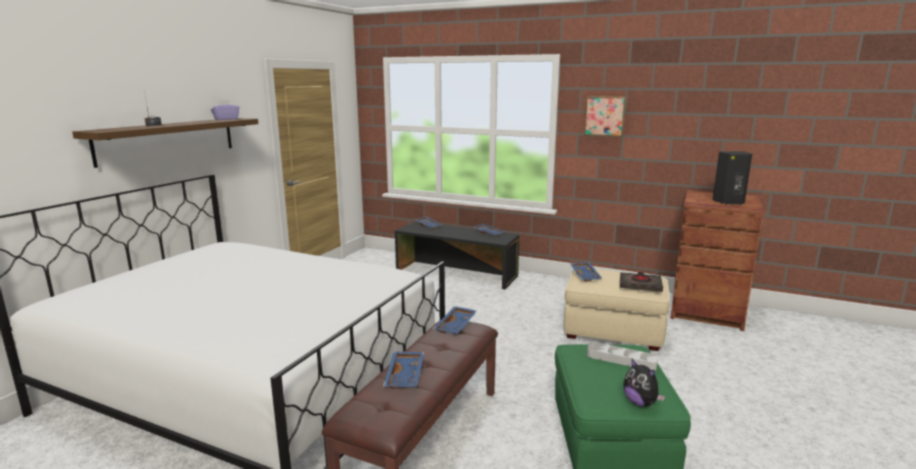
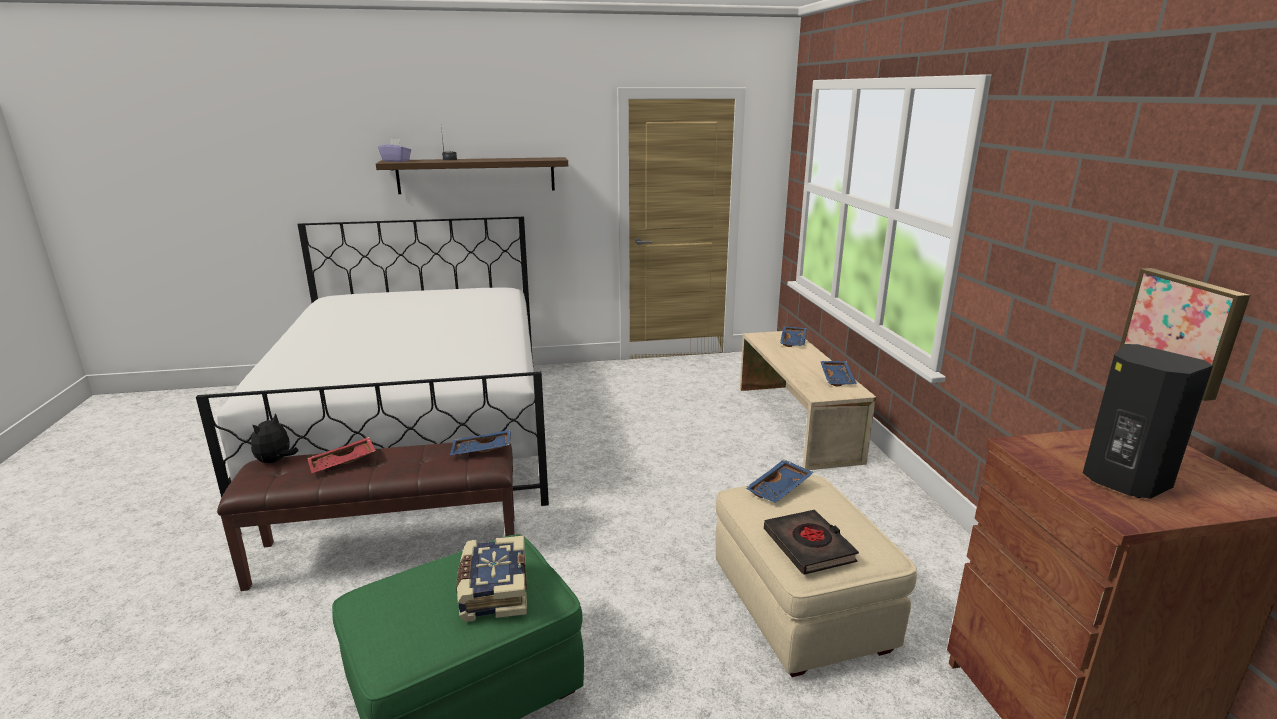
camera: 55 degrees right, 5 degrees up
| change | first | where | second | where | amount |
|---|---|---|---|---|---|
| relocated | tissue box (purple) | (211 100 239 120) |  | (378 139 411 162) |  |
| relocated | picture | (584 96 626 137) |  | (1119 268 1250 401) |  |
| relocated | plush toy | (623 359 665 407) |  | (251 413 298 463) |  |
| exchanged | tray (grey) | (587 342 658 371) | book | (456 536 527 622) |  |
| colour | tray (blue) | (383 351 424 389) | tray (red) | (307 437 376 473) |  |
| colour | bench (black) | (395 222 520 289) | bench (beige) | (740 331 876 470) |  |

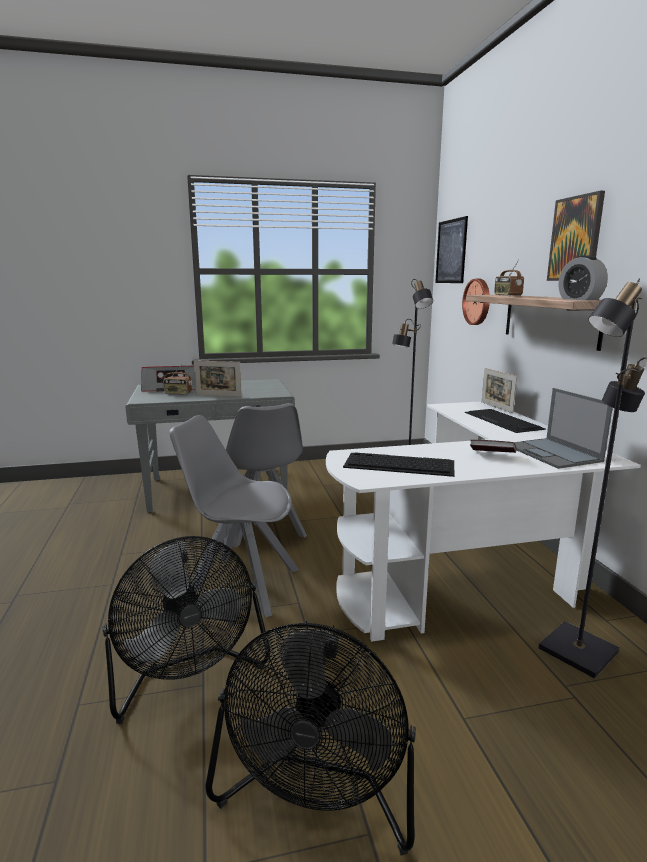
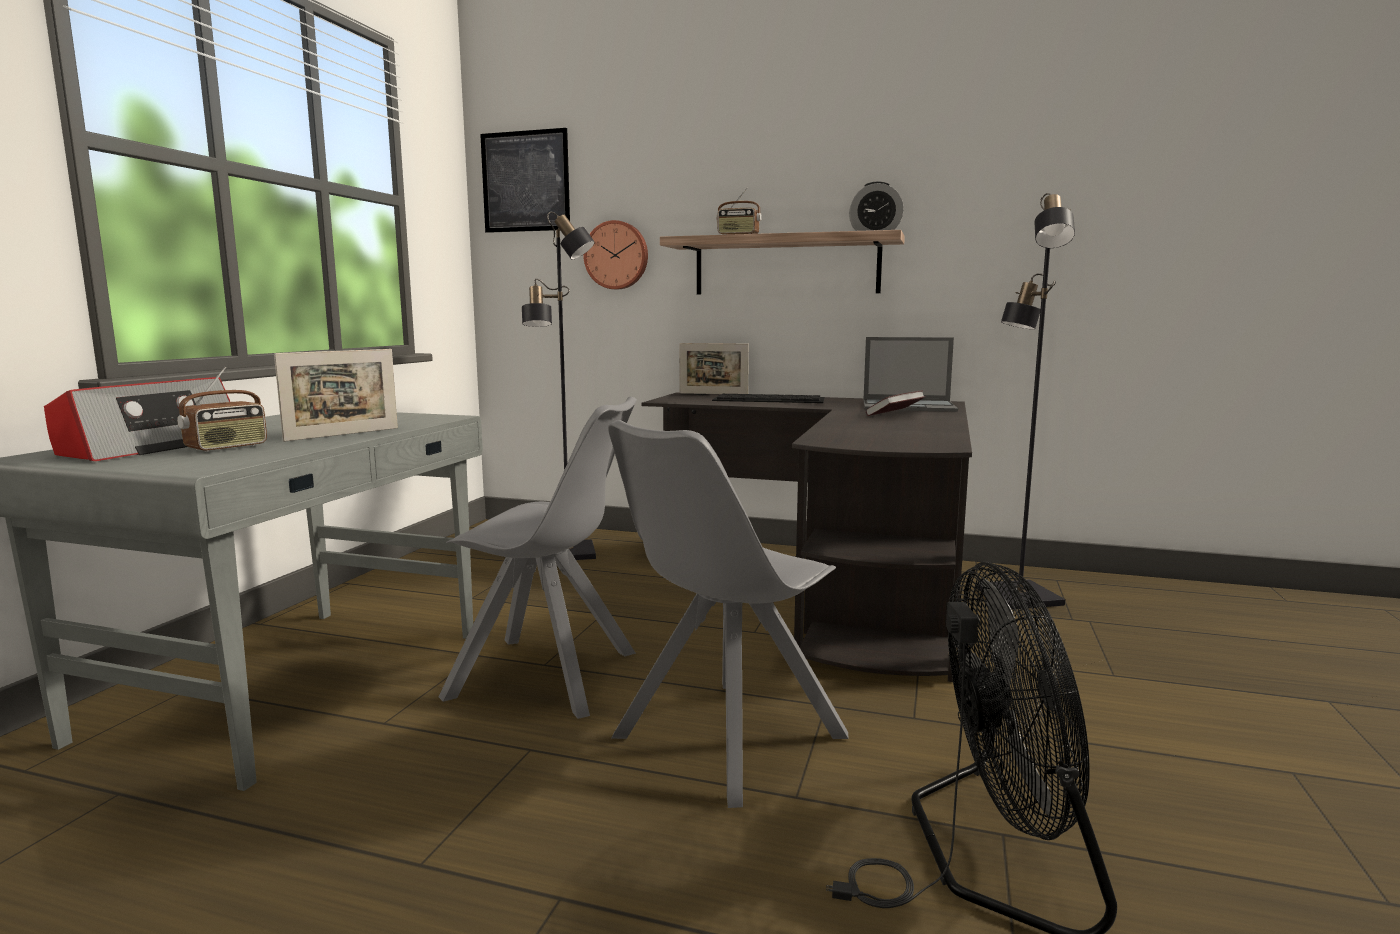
camera: 60 degrees left, 5 degrees down
| change | first | where | second | where | amount |
|---|---|---|---|---|---|
| missing | fan (black) | (205 621 416 856) |  |  |  |
| missing | keyboard | (343 452 454 477) |  |  |  |
| missing | picture | (547 191 605 281) |  |  |  |
| colour | desk (white) | (326 401 641 642) | desk (black) | (642 393 972 682) |  |

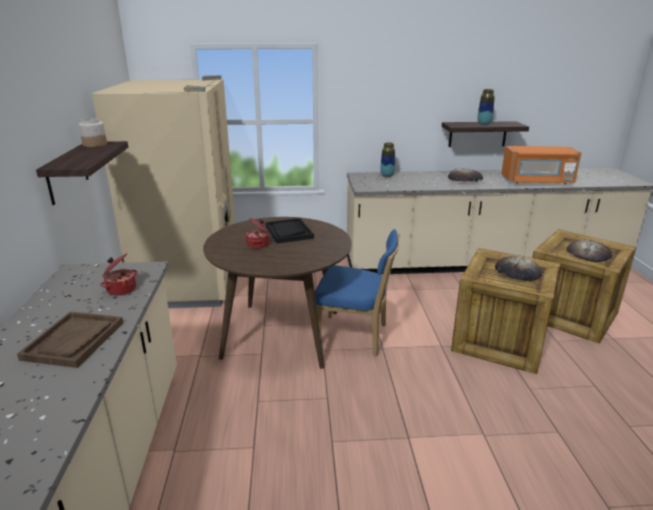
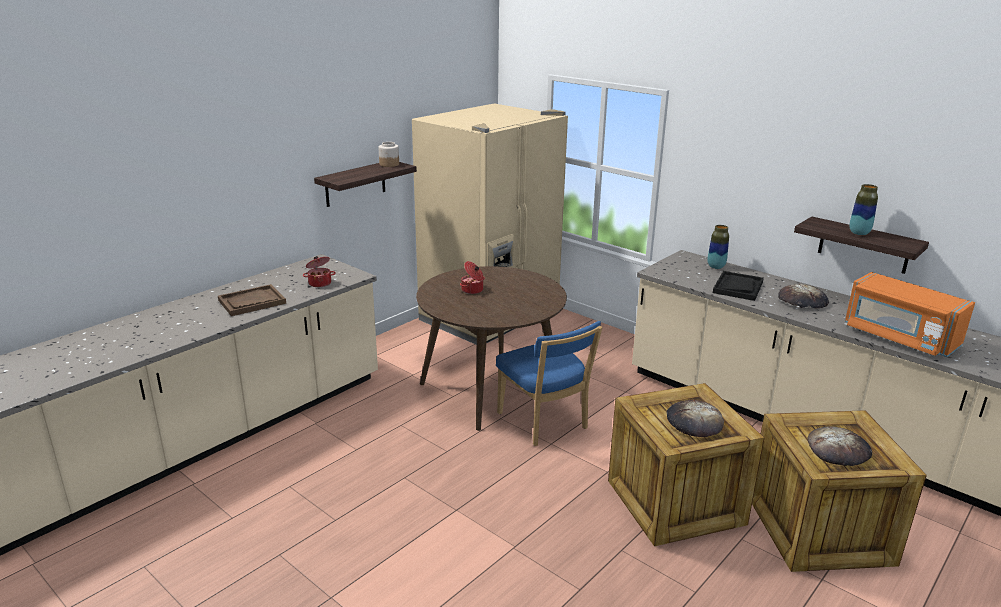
camera: 45 degrees right, 0 degrees up
| change | first | where | second | where | amount |
|---|---|---|---|---|---|
| relocated | tray (black) | (265 218 314 243) |  | (713 271 764 301) |  |

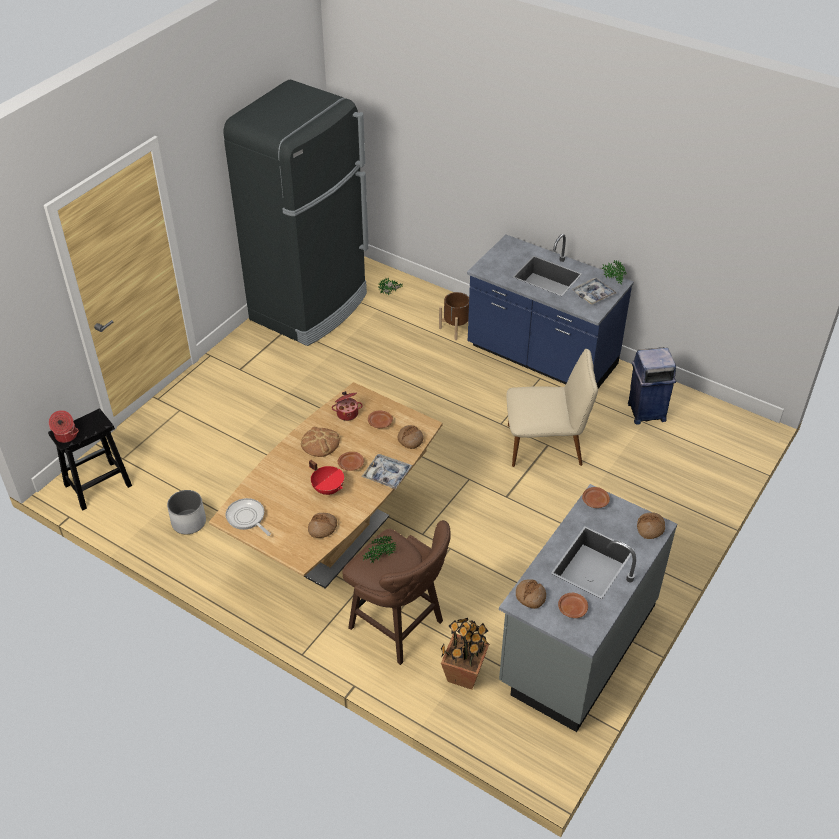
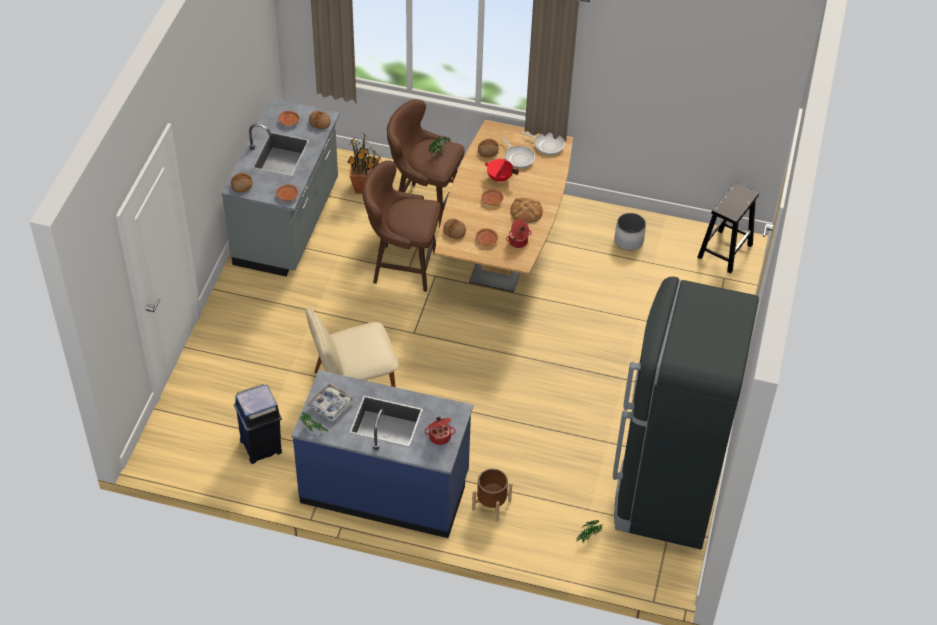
camera: 160 degrees right, 5 degrees up
| change | first | where | second | where | amount |
|---|---|---|---|---|---|
| missing | tray | (361 454 412 490) |  |  |  |
| appeared |  |  | stool (brown) | (363 161 441 292) |  |
| appeared |  |  | frying pan | (501 137 535 169) |  |
| relocated | cooking pot | (49 410 79 443) |  | (425 417 456 445) |  |

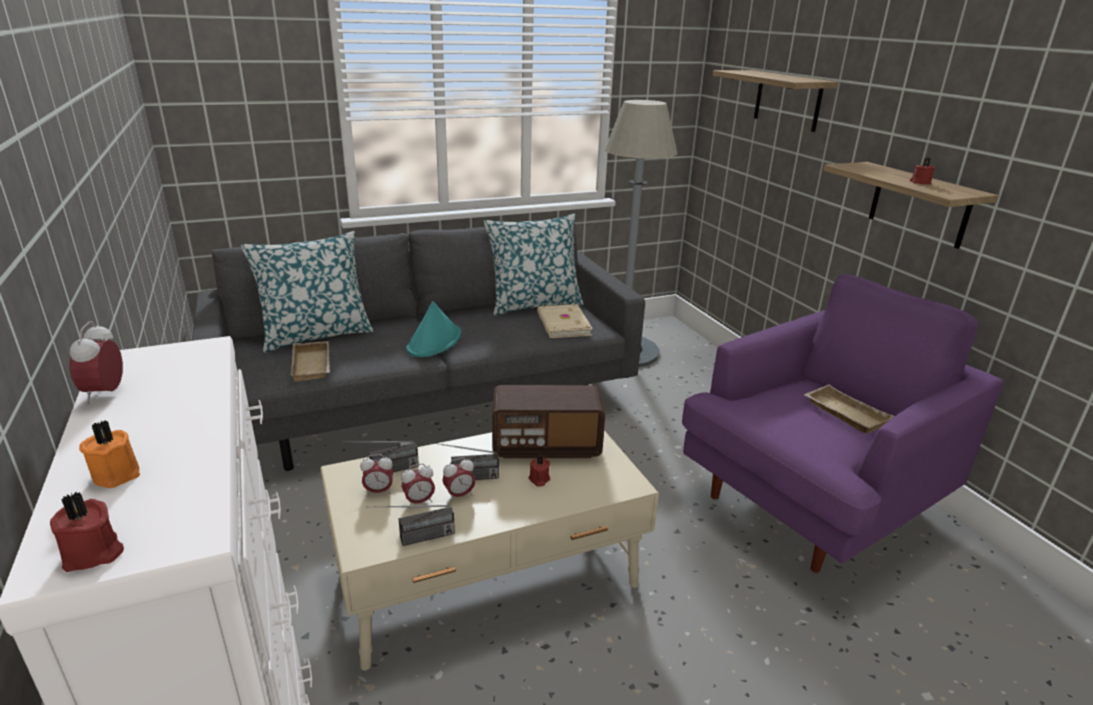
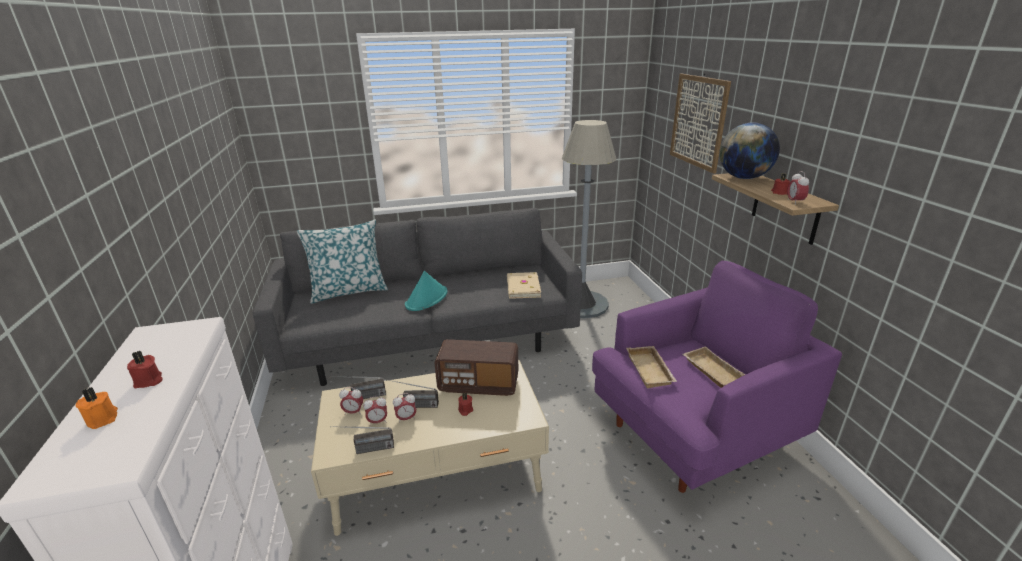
camera: 10 degrees right, 0 degrees up
| change | first | where | second | where | amount |
|---|---|---|---|---|---|
| missing | pillow | (484 214 584 316) |  |  |  |
| appeared |  |  | globe | (719 122 780 179) |  |
| relocated | candle (red) | (50 492 124 572) |  | (127 351 163 388) |  |
| relocated | alarm clock | (69 321 123 404) |  | (787 171 809 205) |  |
| relocated | tray (beige) | (291 341 330 382) |  | (626 346 677 389) |  |
| exchanged | shelf | (713 70 839 132) | picture | (670 74 731 174) |  |

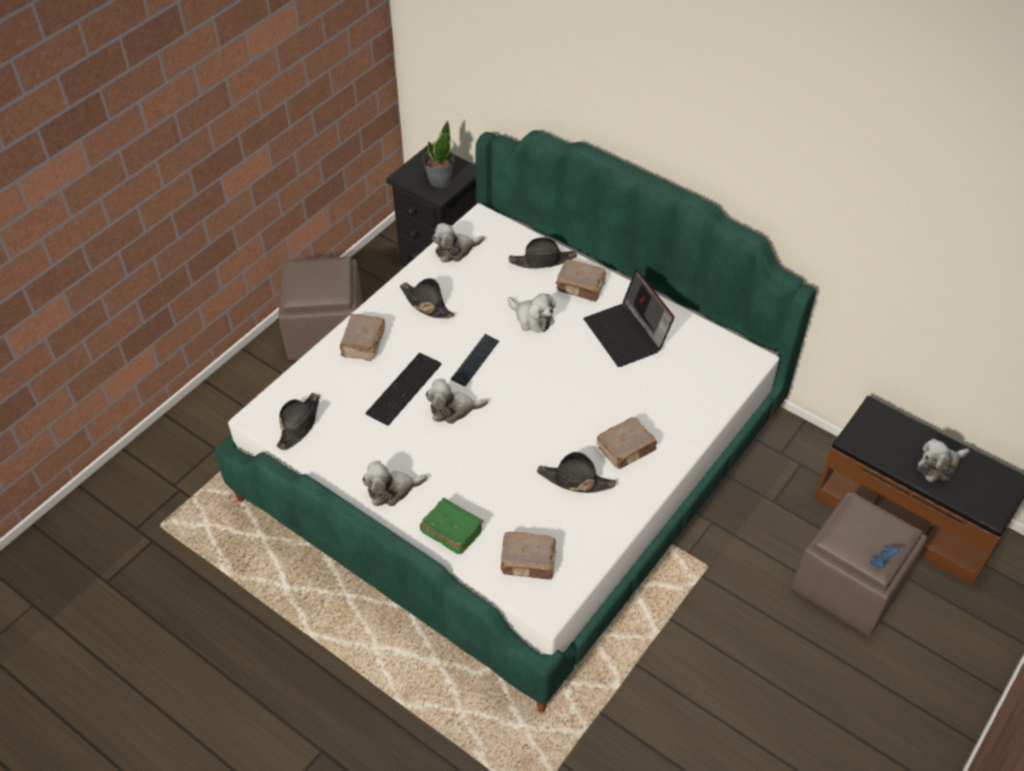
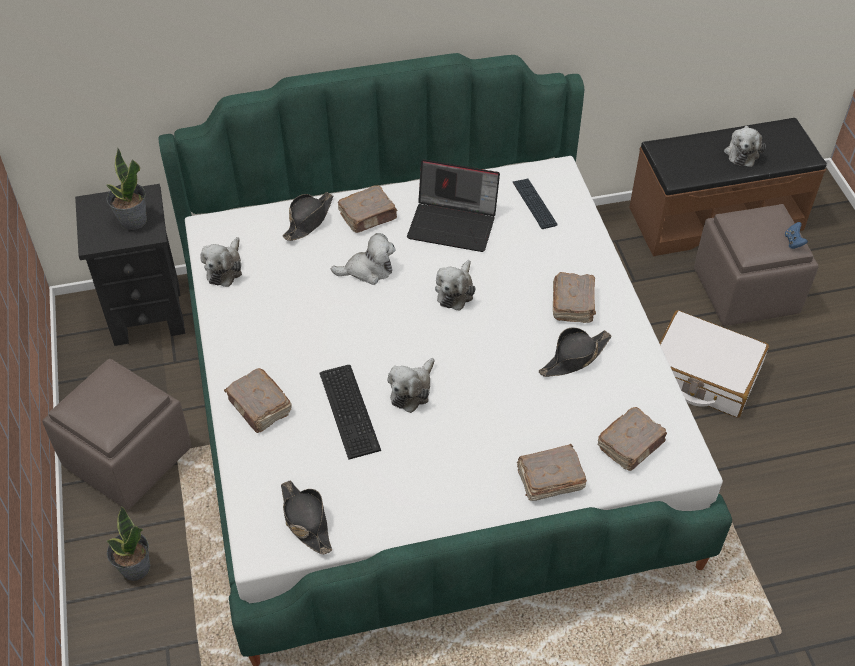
camera: 50 degrees left, 0 degrees up
| change | first | where | second | where | amount |
|---|---|---|---|---|---|
| missing | hat (black) | (400 278 455 318) |  |  |  |
| appeared |  |  | potted plant | (106 506 150 581) |  |
| appeared |  |  | suitcase (white) | (659 310 769 418) |  |
| relocated | plush toy | (362 461 428 506) |  | (435 260 475 311) |  |
| relocated | keyboard | (451 334 499 386) |  | (512 178 558 229) |  |
| colour | book (green) | (420 498 484 554) | book (brown) | (517 444 587 501) |  |

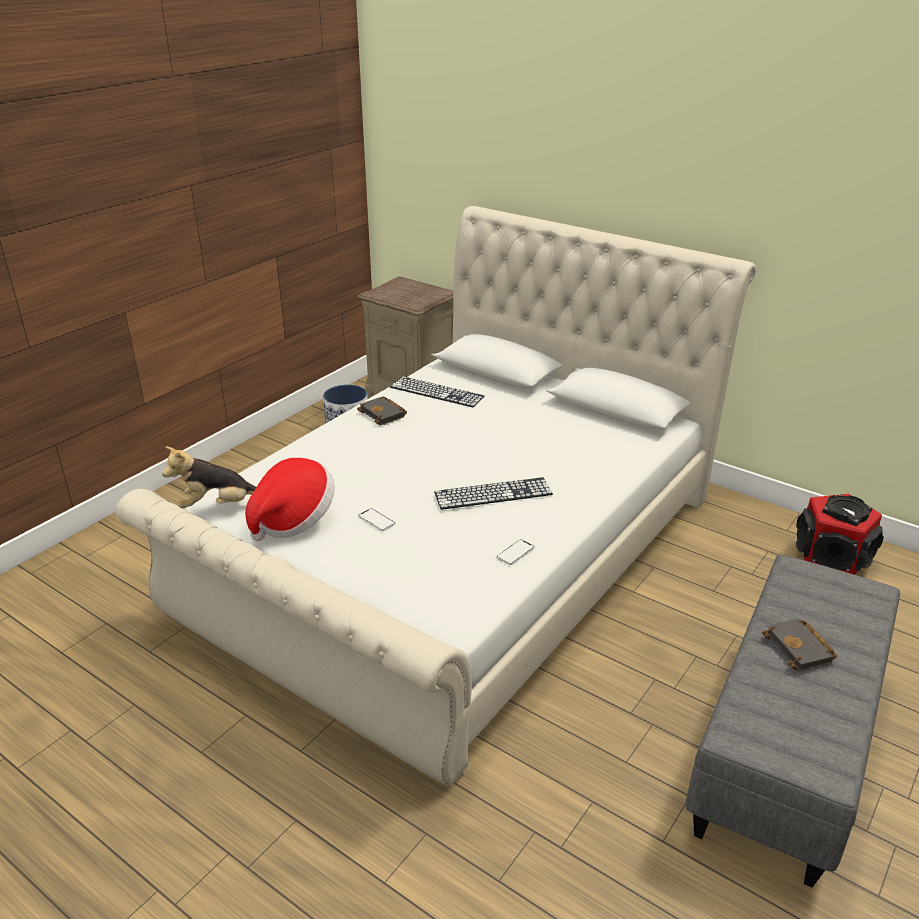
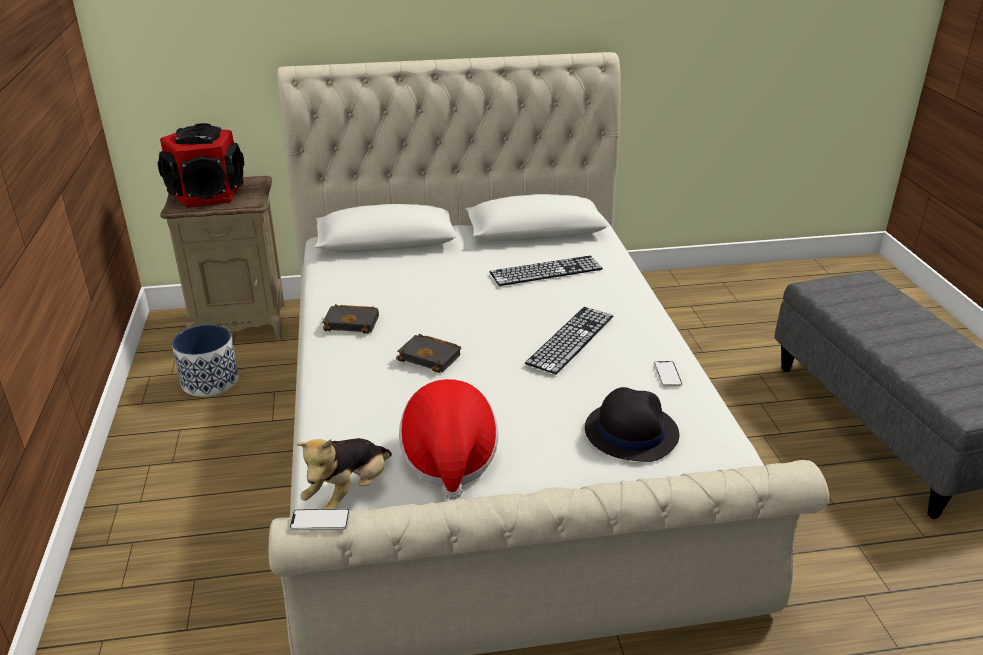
camera: 45 degrees left, 0 degrees up
| change | first | where | second | where | amount |
|---|---|---|---|---|---|
| appeared |  |  | hat (black) | (585 387 679 462) |  |
| relocated | phone | (358 508 395 531) |  | (289 509 350 530) |  |
| relocated | keyboard | (390 376 485 407) |  | (489 256 603 286) |  |
| relocated | book (black) | (762 619 837 672) |  | (396 334 461 373) |  |
| relocated | speaker | (796 494 884 575) |  | (158 123 244 208) |  |

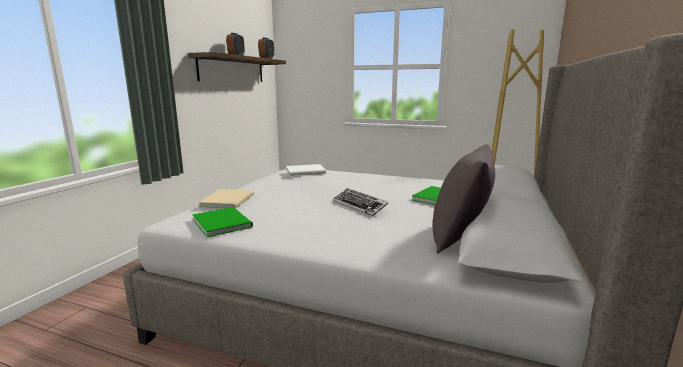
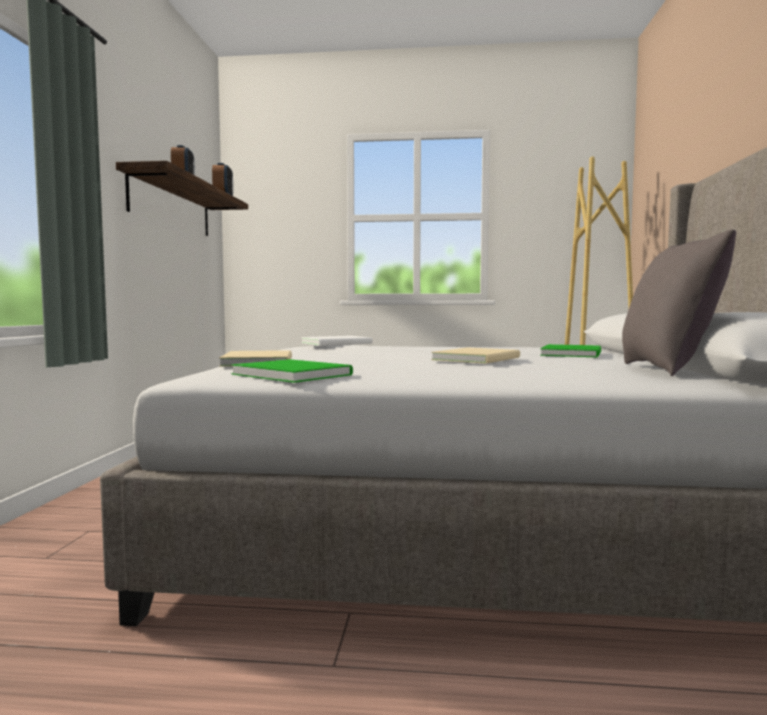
camera: 15 degrees left, 10 degrees down
| change | first | where | second | where | amount |
|---|---|---|---|---|---|
| exchanged | keyboard | (333 188 389 216) | book (beige) | (431 347 520 364) |  |

